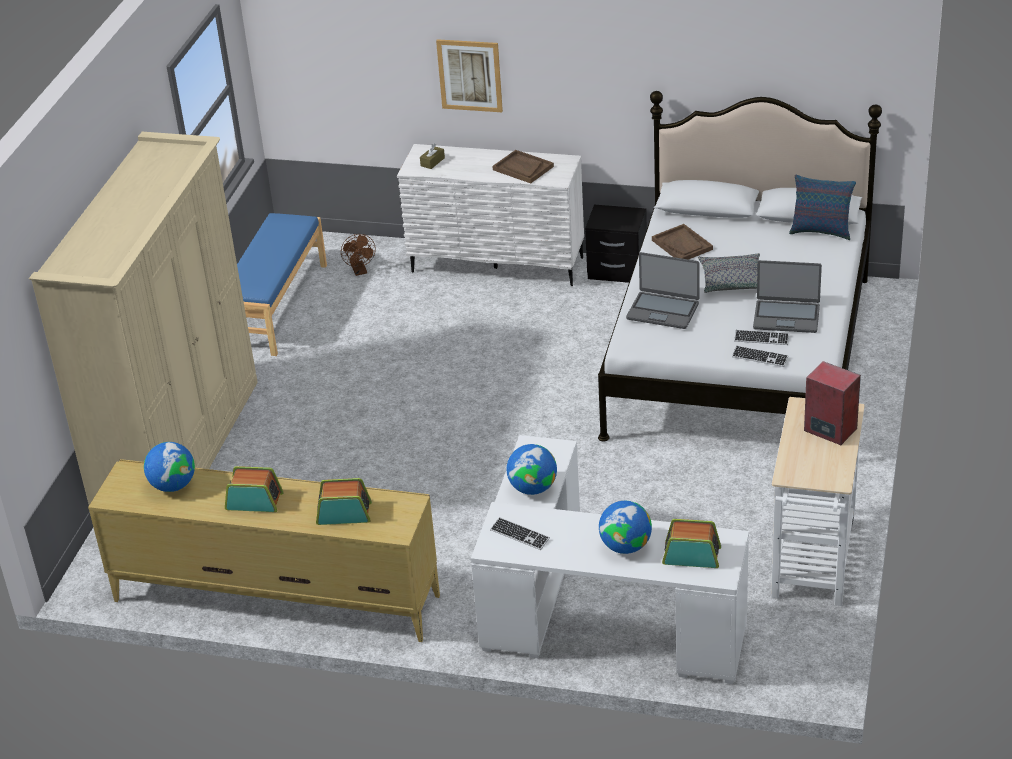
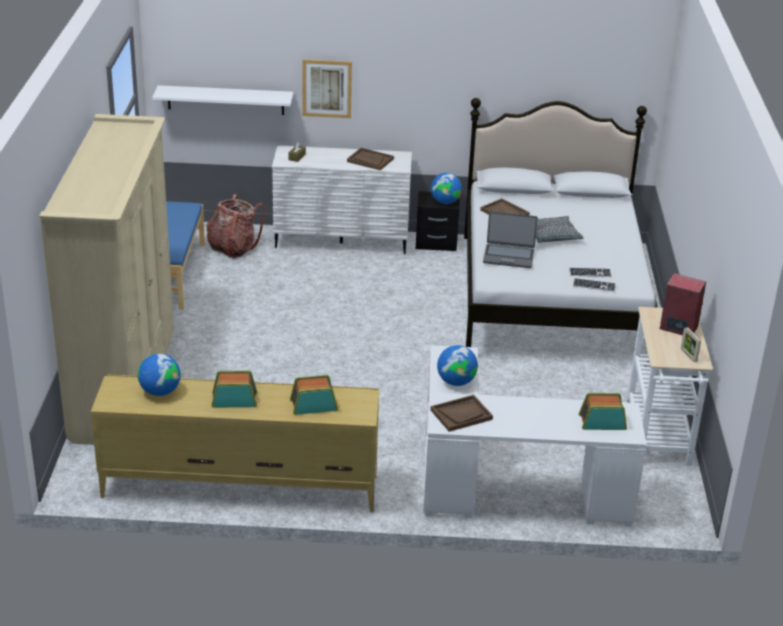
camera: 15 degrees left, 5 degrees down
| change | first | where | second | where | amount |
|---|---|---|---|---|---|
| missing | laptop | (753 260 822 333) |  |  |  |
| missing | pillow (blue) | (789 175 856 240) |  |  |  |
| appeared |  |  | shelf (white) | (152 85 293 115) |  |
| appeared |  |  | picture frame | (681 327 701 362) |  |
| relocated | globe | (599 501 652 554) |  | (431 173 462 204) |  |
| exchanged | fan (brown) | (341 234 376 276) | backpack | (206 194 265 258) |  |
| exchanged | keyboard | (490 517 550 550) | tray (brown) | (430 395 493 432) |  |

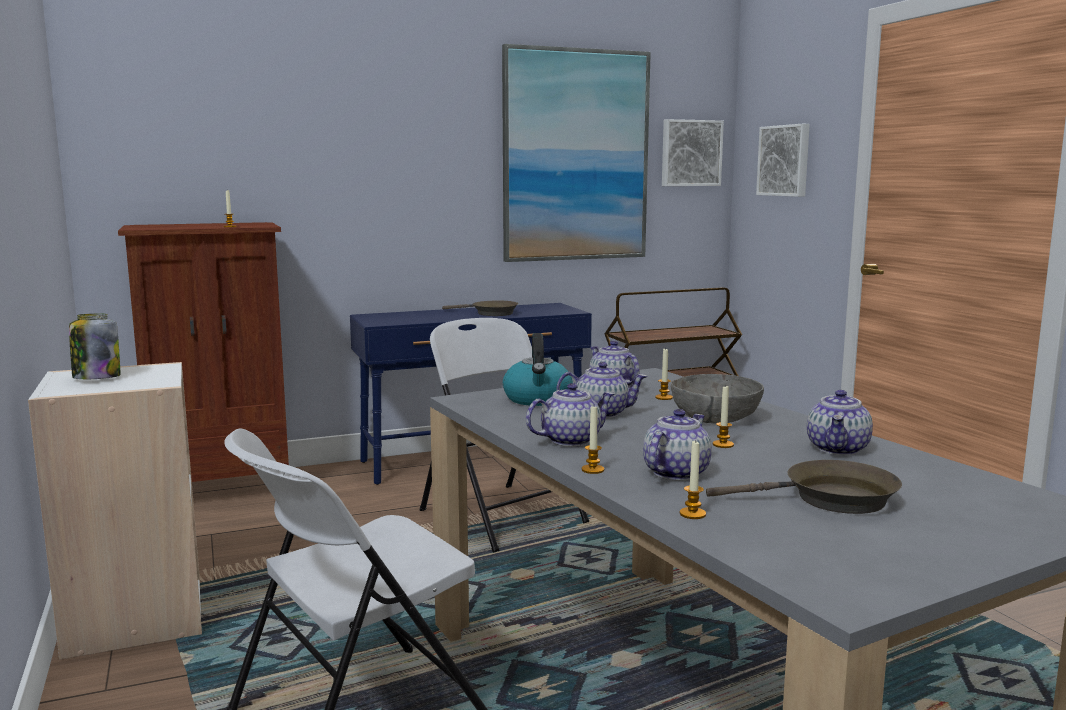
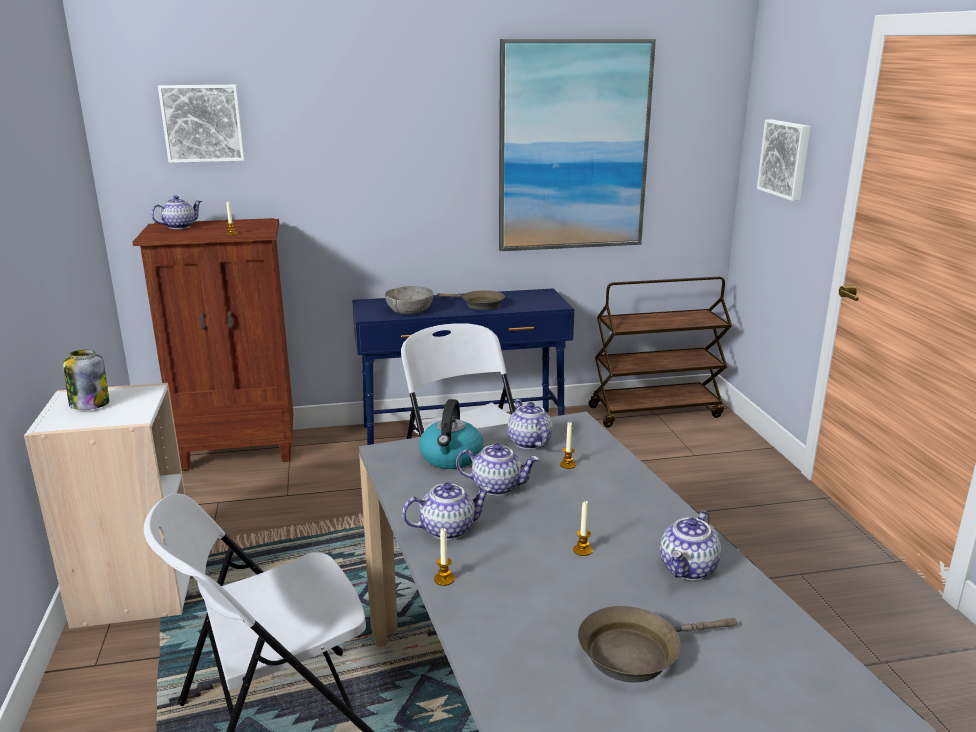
camera: 10 degrees right, 10 degrees up
| change | first | where | second | where | amount |
|---|---|---|---|---|---|
| missing | candle | (680 441 706 519) |  |  |  |
| relocated | teapot | (643 409 712 481) |  | (151 196 202 229) |  |
| relocated | picture | (662 119 724 186) |  | (158 85 245 163) |  |
| relocated | bowl (grey) | (671 374 764 423) |  | (385 286 434 314) |  |
| spun | frying pan (brown) | (706 460 902 514) |  | (578 606 737 683) | 150 degrees clockwise |

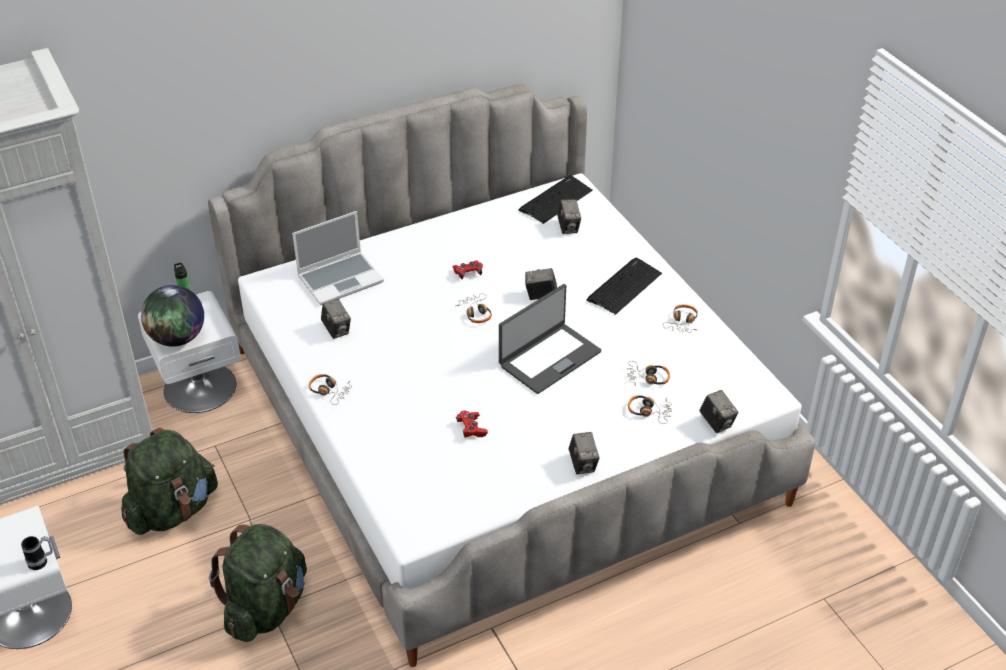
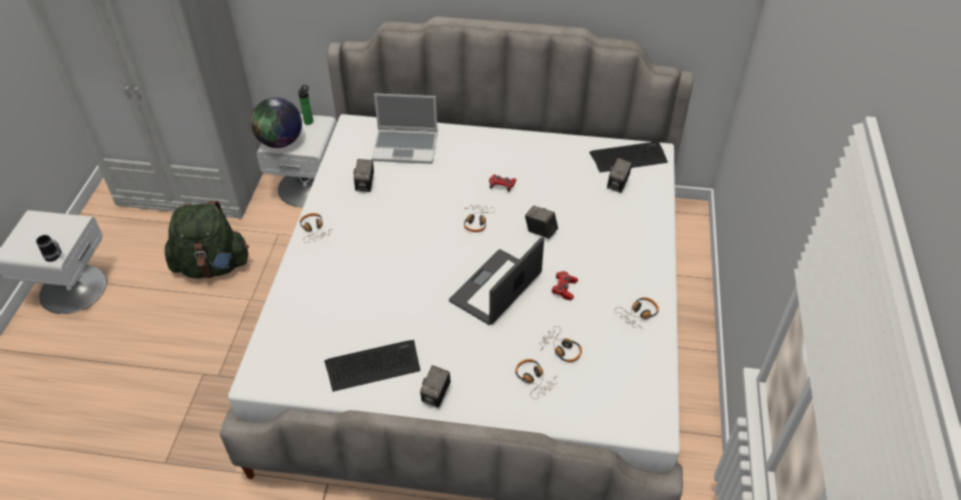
camera: 35 degrees right, 5 degrees up
| change | first | where | second | where | amount |
|---|---|---|---|---|---|
| missing | backpack (green) | (209 524 307 642) |  |  |  |
| missing | photo camera | (699 390 739 433) |  |  |  |
| relocated | game controller (red) | (456 411 488 438) |  | (552 271 578 301) |  |
| relocated | keyboard | (587 257 662 315) |  | (325 340 421 392) |  |
| spun | laptop | (499 284 601 394) |  | (449 237 544 325) | 135 degrees clockwise |

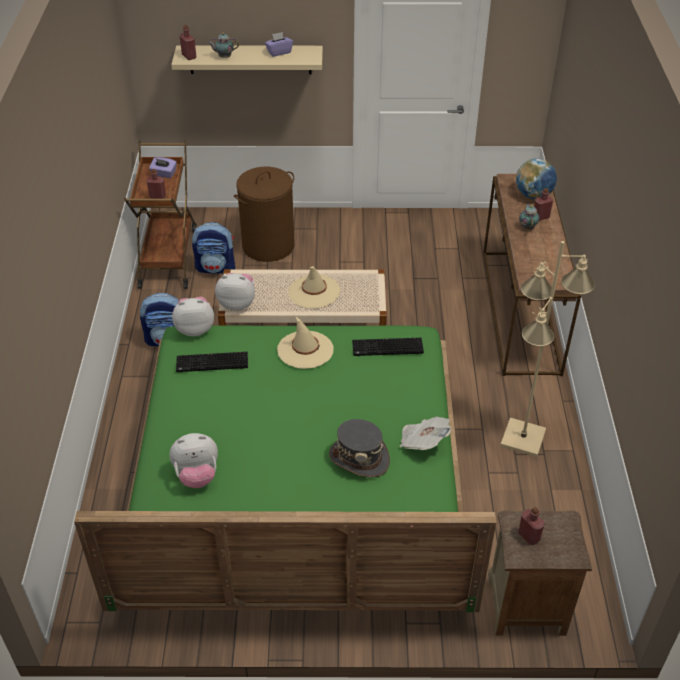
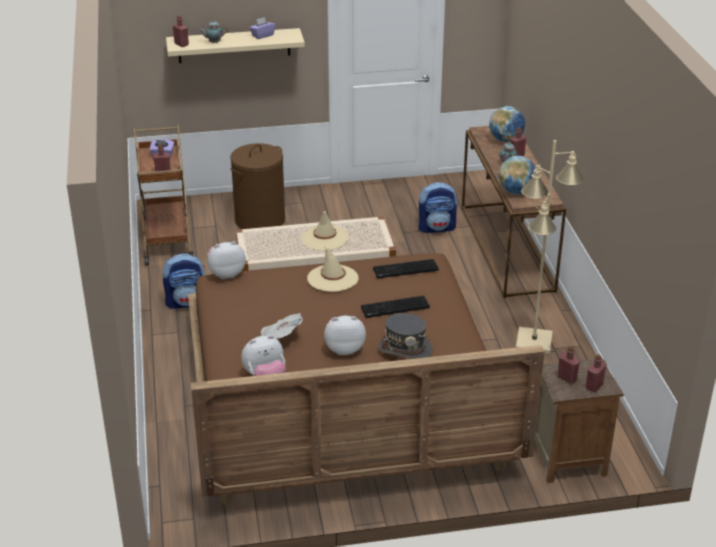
camera: 10 degrees left, 10 degrees down
| change | first | where | second | where | amount |
|---|---|---|---|---|---|
| appeared |  |  | globe | (498 156 535 194) |  |
| appeared |  |  | bottle (red) | (585 354 606 392) |  |
| relocated | keyboard | (176 352 248 372) |  | (361 296 430 318) |  |
| relocated | backpack | (192 222 235 274) |  | (419 182 457 233) |  |
| relocated | plush toy | (215 273 255 311) |  | (324 316 366 355) |  |
| relocated | newspaper | (400 417 451 450) |  | (261 313 303 339) |  |
| colour | bed (green) | (74 325 496 612) | bed (brown) | (188 253 545 506) |  |

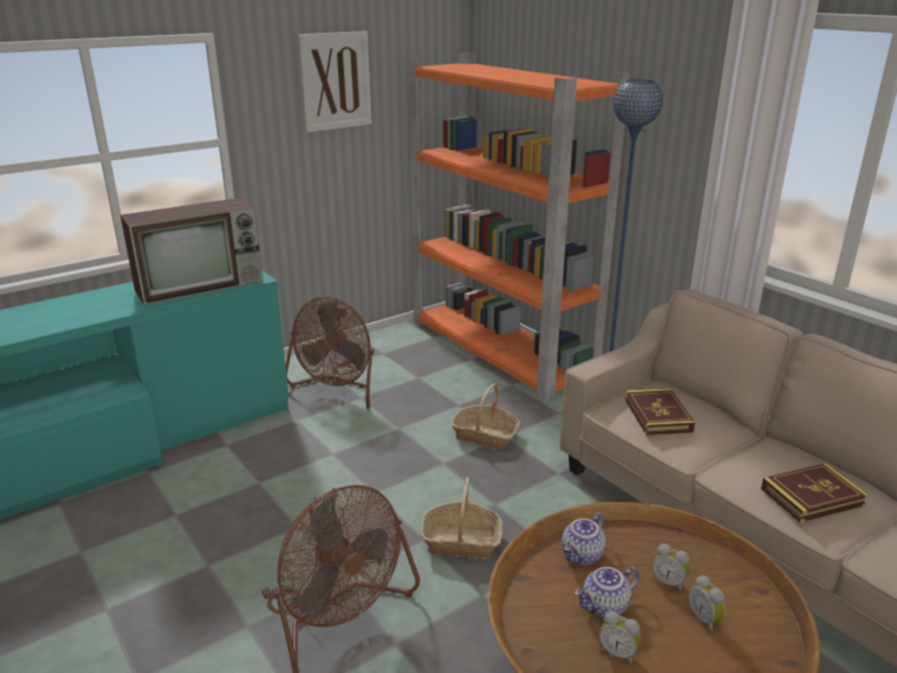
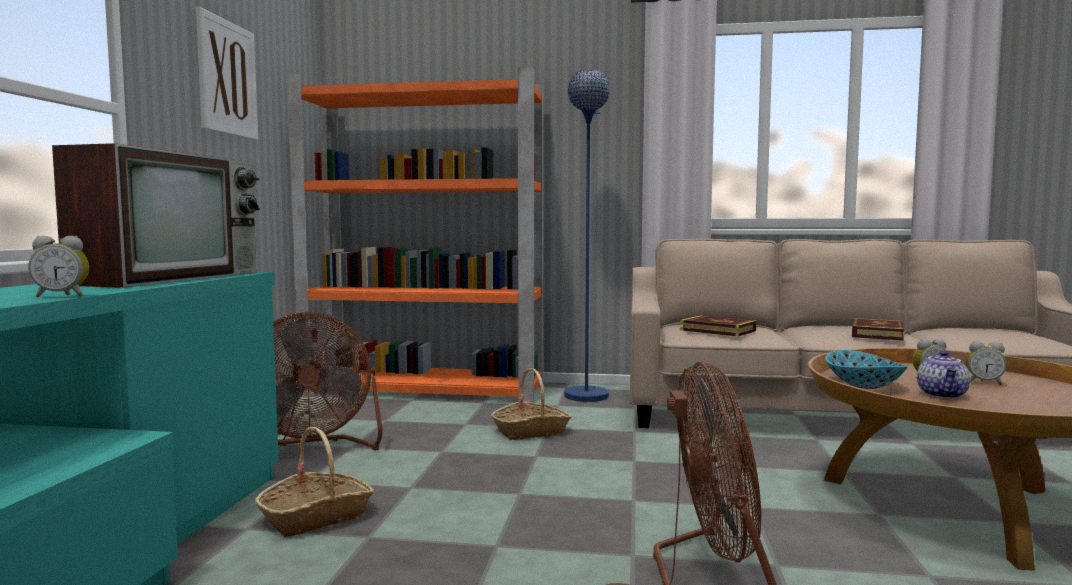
camera: 45 degrees left, 20 degrees down
| change | first | where | second | where | amount |
|---|---|---|---|---|---|
| relocated | basket | (421 477 503 558) |  | (255 427 374 537) |  |
| relocated | alarm clock | (599 611 641 664) |  | (28 236 89 298) |  |
| exchanged | teapot | (562 513 606 565) | bowl | (825 350 908 389) |  |

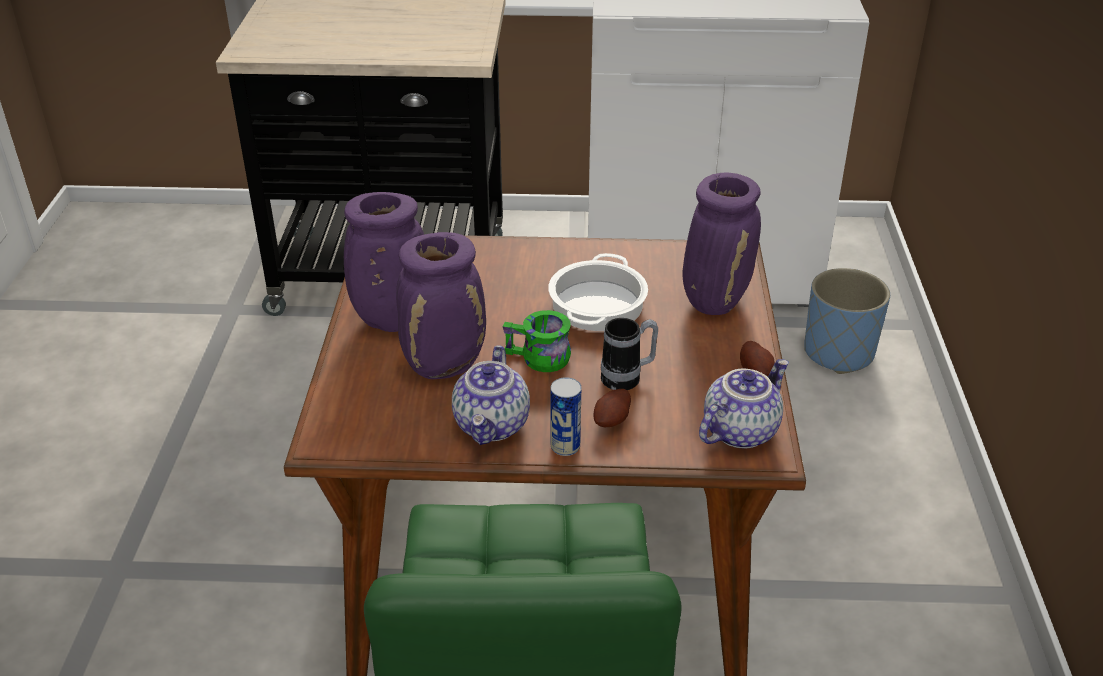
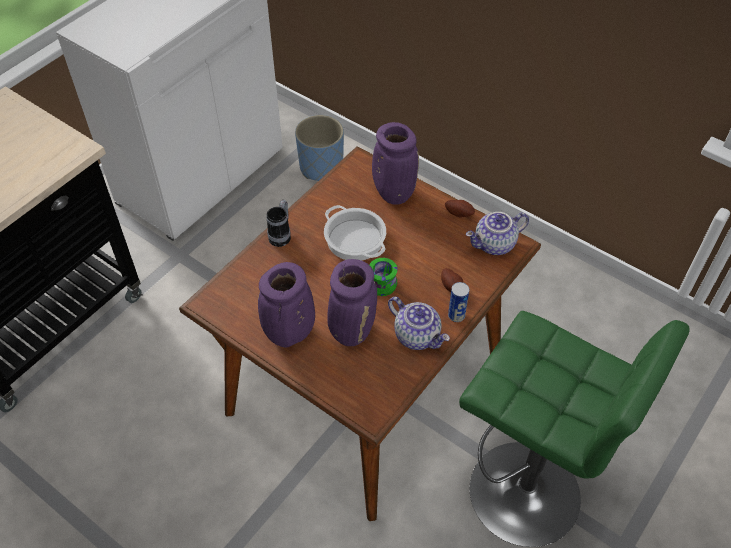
camera: 55 degrees left, 15 degrees up
| change | first | where | second | where | amount |
|---|---|---|---|---|---|
| relocated | mug | (601 318 658 390) |  | (266 200 291 247) |  |
| spun | teapot | (699 359 789 449) |  | (466 212 529 255) | 105 degrees counterclockwise |

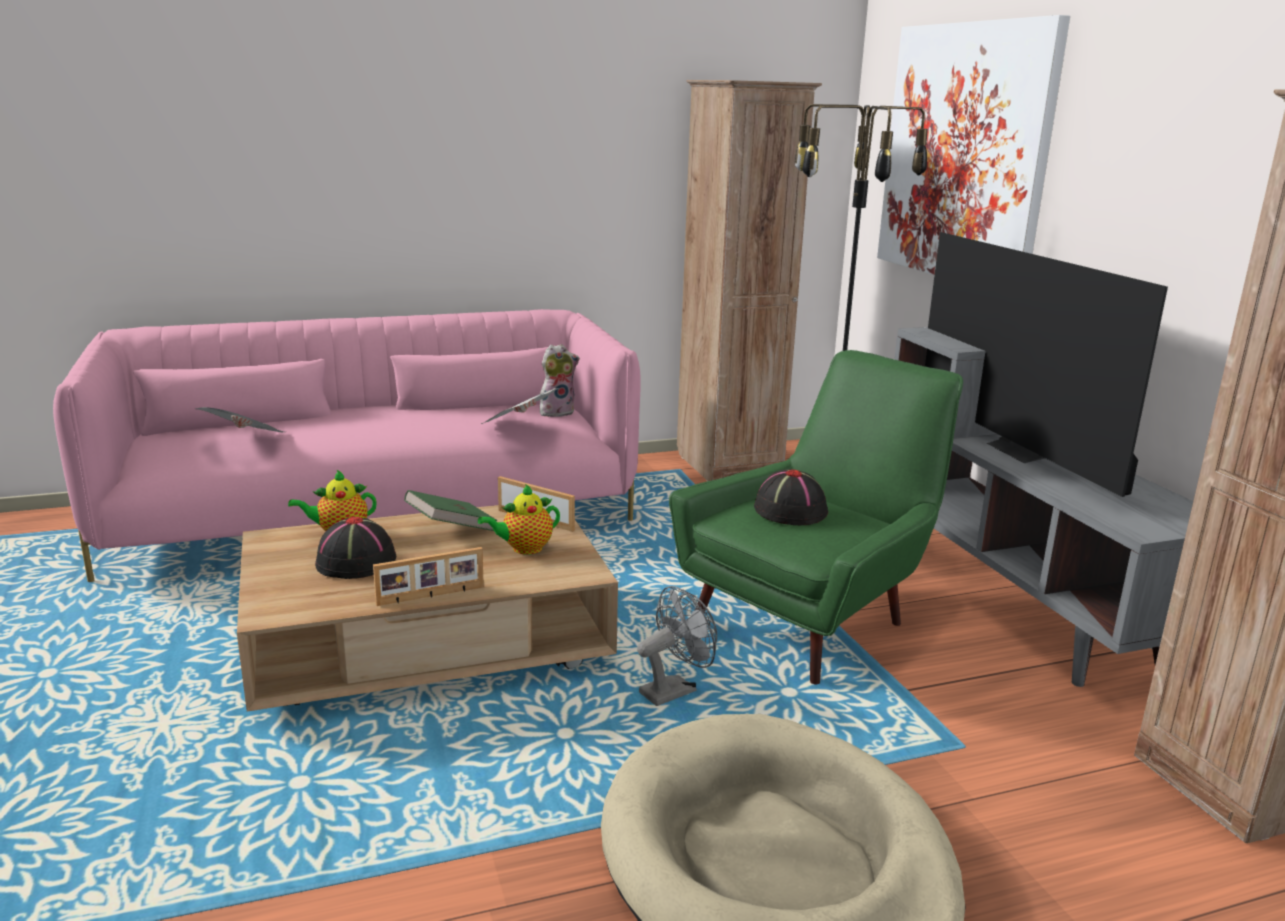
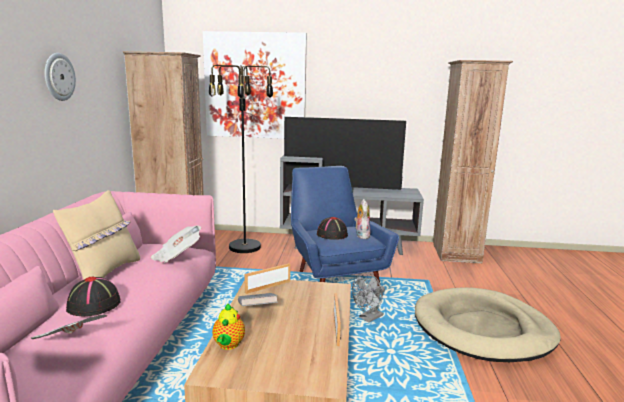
camera: 65 degrees left, 5 degrees down
| change | first | where | second | where | amount |
|---|---|---|---|---|---|
| missing | teapot | (478 484 560 555) |  |  |  |
| appeared |  |  | wall clock | (45 53 76 101) |  |
| appeared |  |  | pillow (beige) | (53 190 140 280) |  |
| relocated | hat (black) | (315 517 396 579) |  | (66 277 121 316) |  |
| relocated | plush toy | (540 344 580 417) |  | (354 199 371 239) |  |
| colour | book (green) | (404 490 497 531) | book (grey) | (238 293 278 306) |  |
| colour | armchair (green) | (669 350 963 684) | armchair (blue) | (291 166 399 286) |  |
| spun | fan (grey) | (637 586 717 706) |  | (352 272 385 323) | 120 degrees counterclockwise |

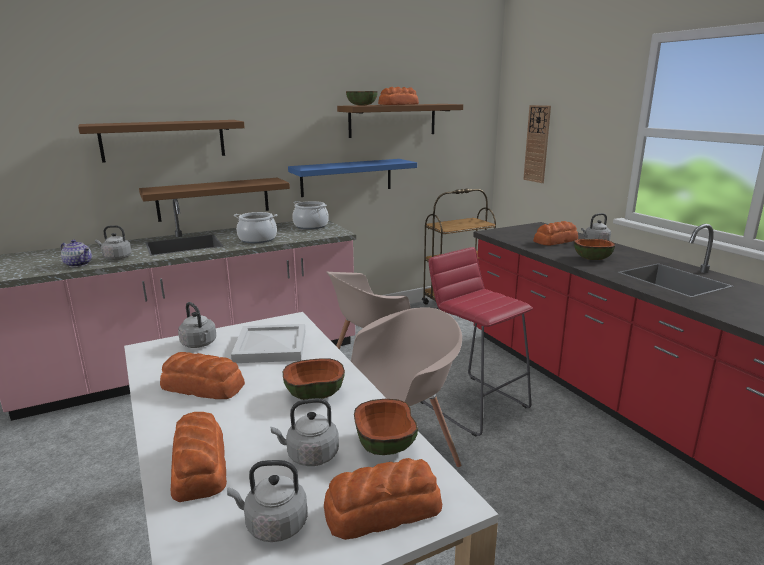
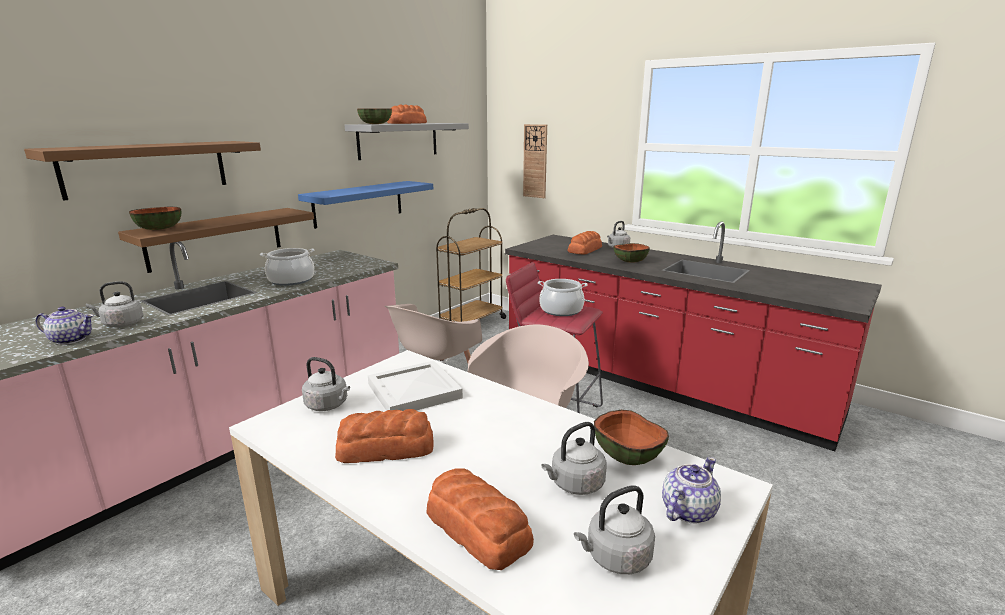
camera: 25 degrees left, 0 degrees up
| change | first | where | second | where | amount |
|---|---|---|---|---|---|
| relocated | bowl | (283 358 345 400) |  | (129 207 182 230) |  |
| relocated | cooking pot | (292 201 329 229) |  | (538 279 588 316) |  |
| exchanged | bread | (324 458 442 540) | teapot | (662 457 721 524) |  |
| colour | shelf (brown) | (337 104 463 138) | shelf (grey) | (345 123 469 160) |  |

